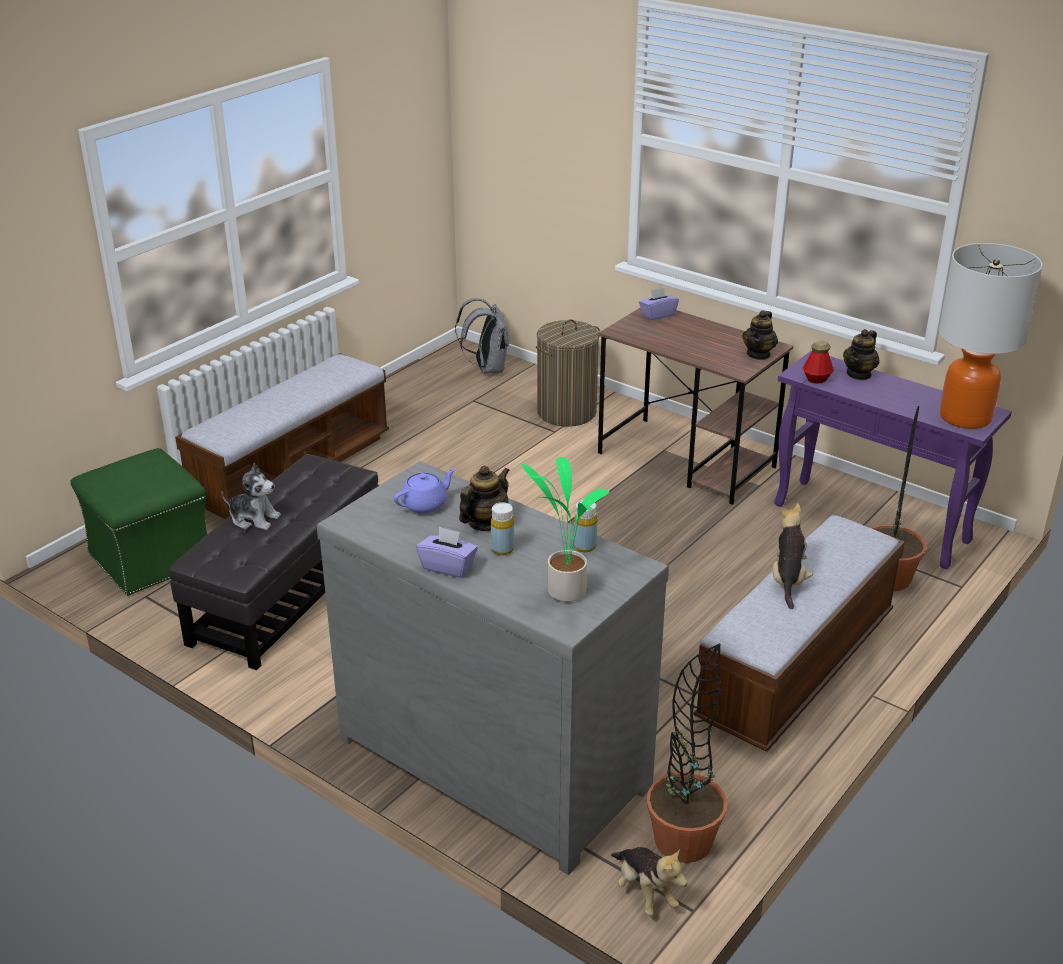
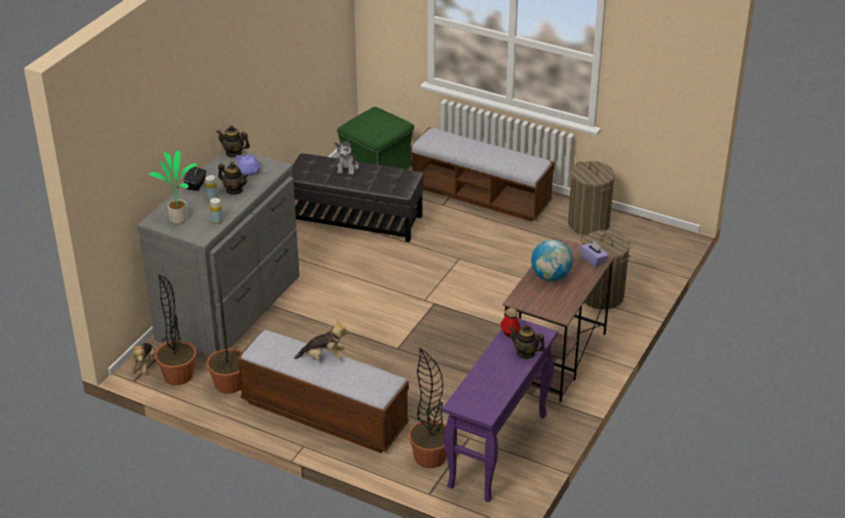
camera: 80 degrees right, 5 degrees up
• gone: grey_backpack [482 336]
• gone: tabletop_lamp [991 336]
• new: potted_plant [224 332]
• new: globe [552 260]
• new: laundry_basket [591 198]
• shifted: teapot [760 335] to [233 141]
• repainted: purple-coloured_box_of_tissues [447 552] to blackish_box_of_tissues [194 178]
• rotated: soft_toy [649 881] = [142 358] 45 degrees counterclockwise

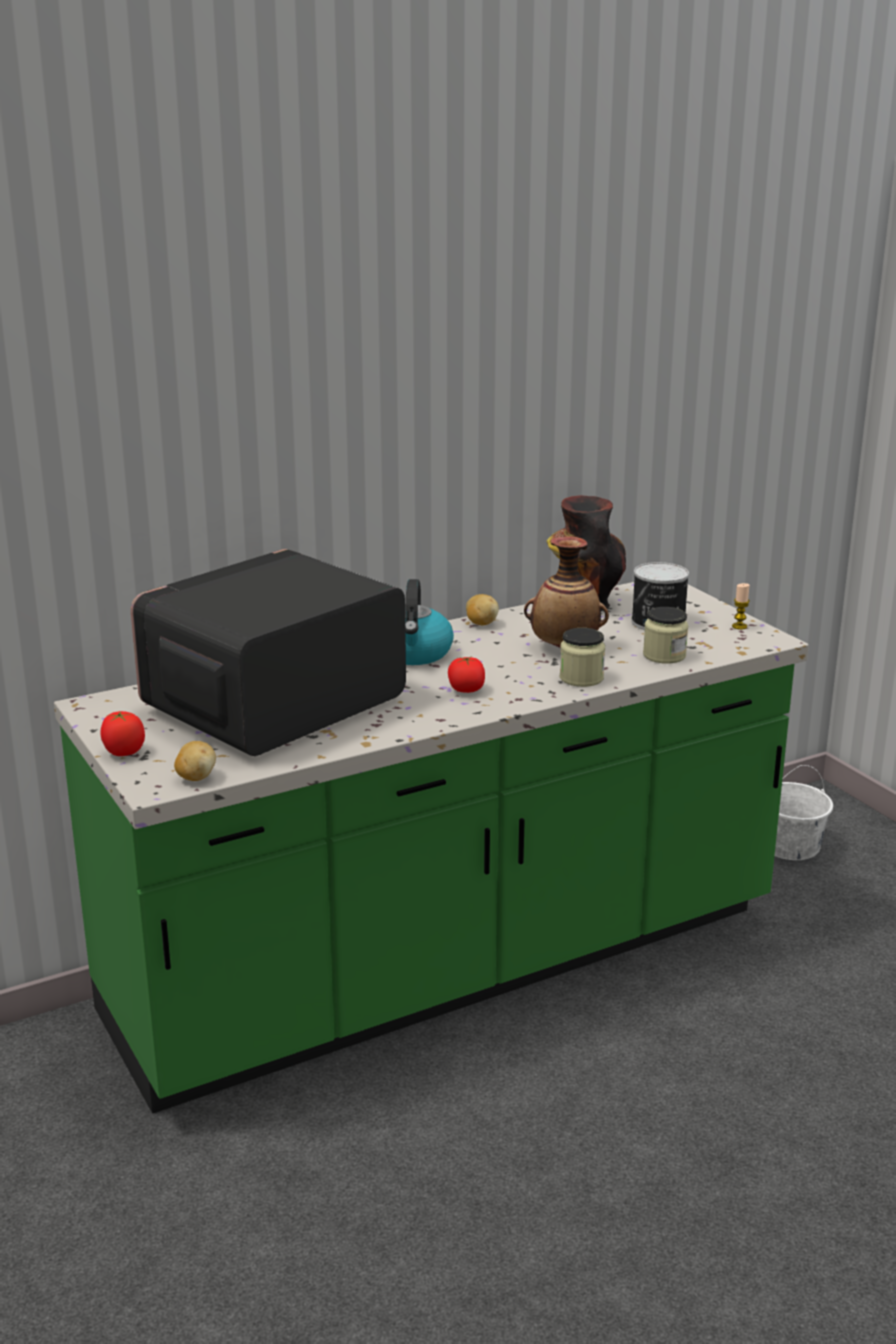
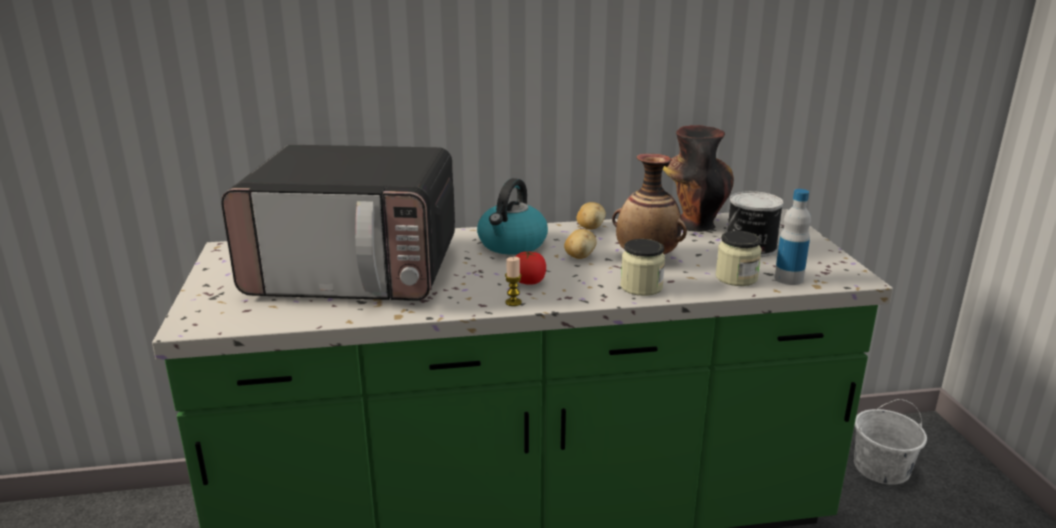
camera: 20 degrees right, 0 degrees up
• gone: fresh_tomato [122 733]
• new: beverage_bottle [792 237]
• shifted: potato [195 761] to [580 244]
• shifted: wax_candle [741 606] to [513 281]
• rotated: microwave [268 652] = [338 223] 150 degrees counterclockwise

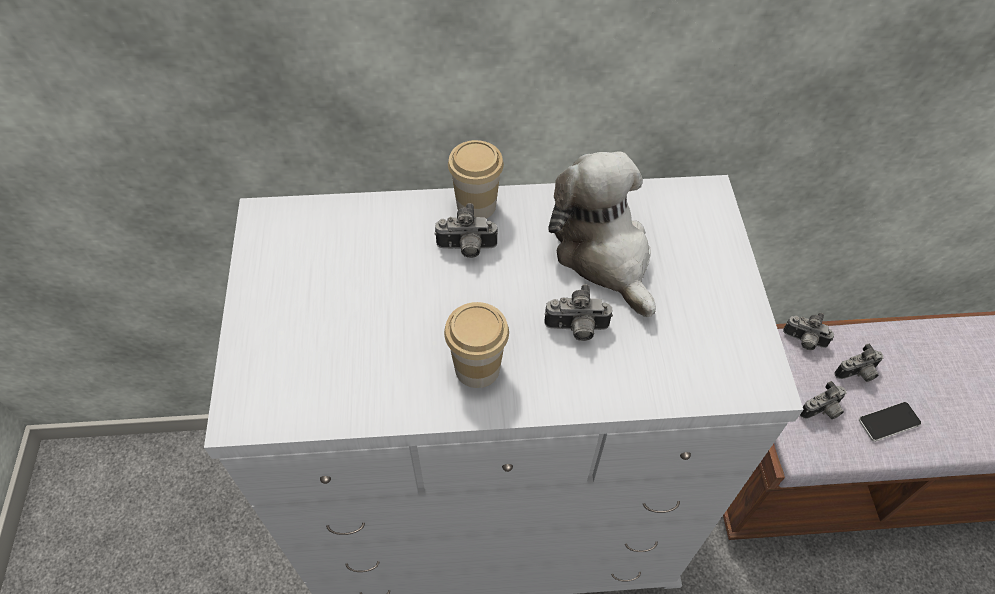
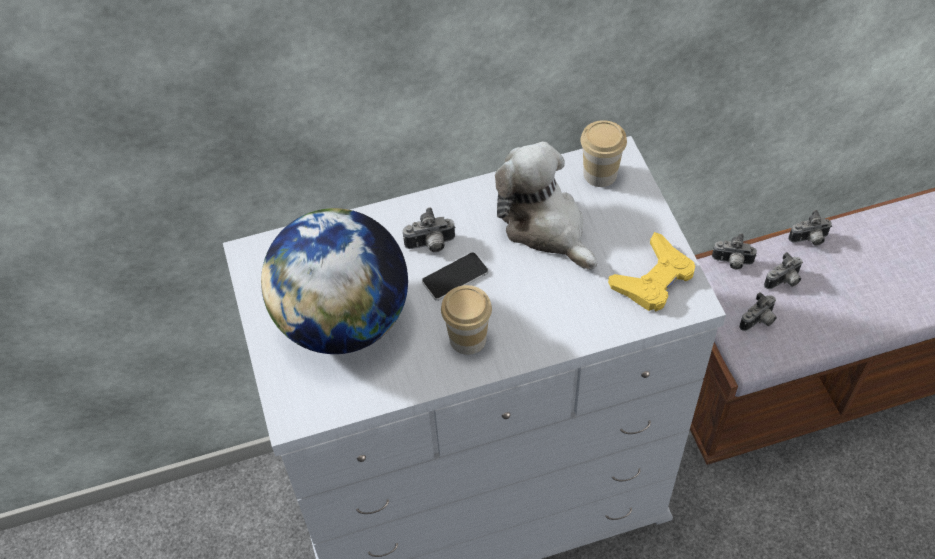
camera: 10 degrees left, 0 degrees up
• new: globe [334 281]
• new: yellow_gamepad [651 271]
• shifted: drinking_cup [476 179] to [603 153]
• shifted: photo_camera [578 312] to [810 228]
• shifted: telephone [890 422] to [455 276]

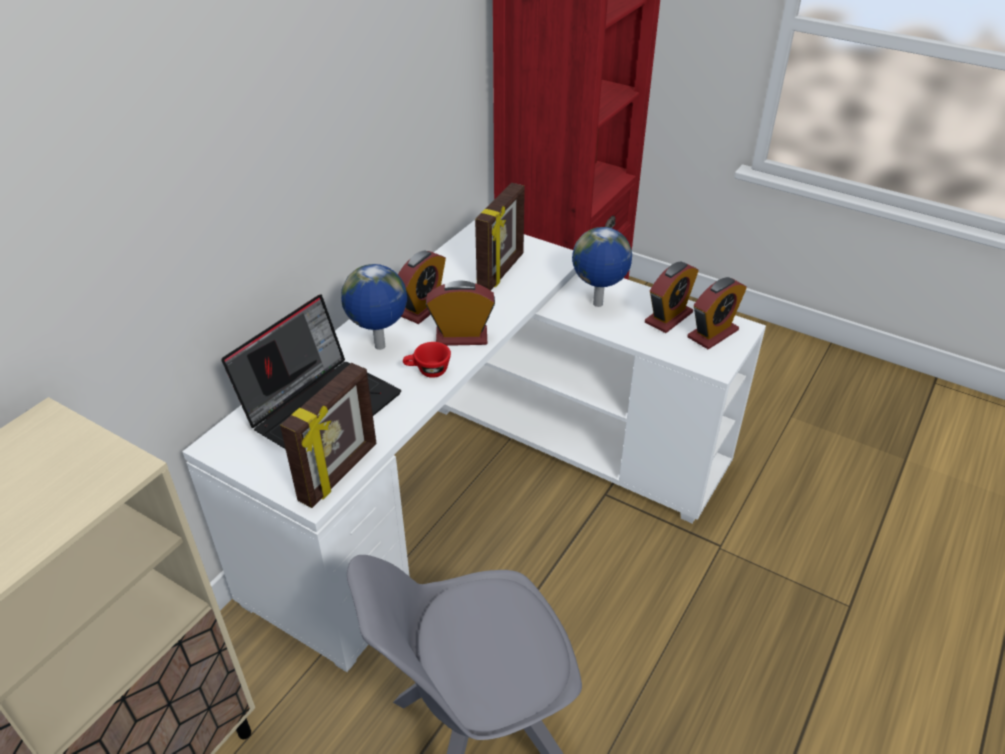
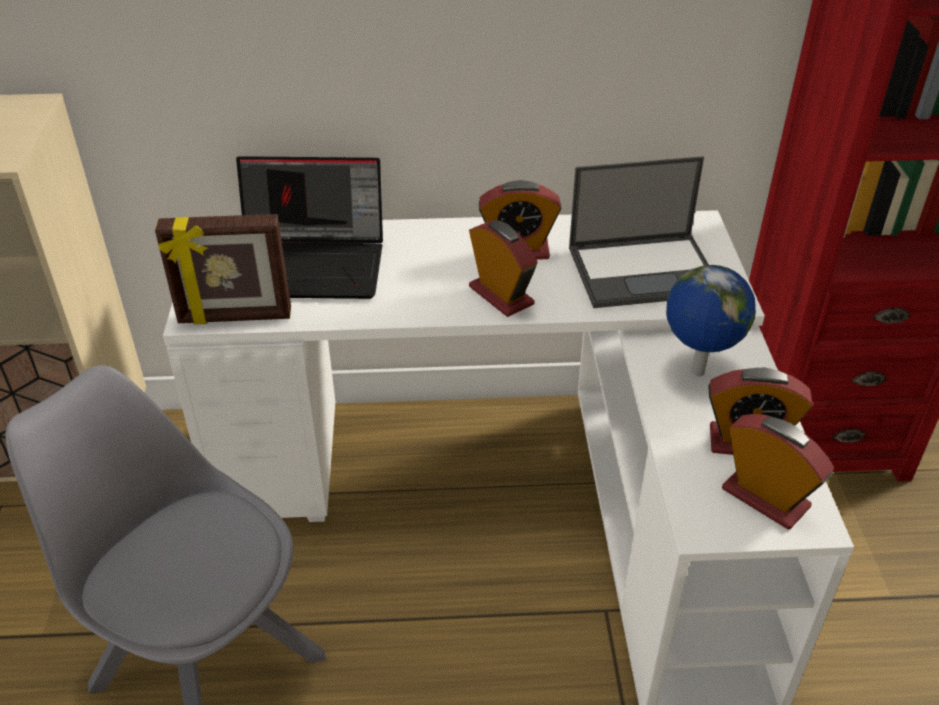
camera: 55 degrees right, 0 degrees up
• gone: globe [374 307]
• gone: red_drinking_cup [427 360]
• swapped: photo_frame [500 237] to notebook_computer [639 232]
• rotated: alarm_clock [717 313] = [778 471] 150 degrees counterclockwise

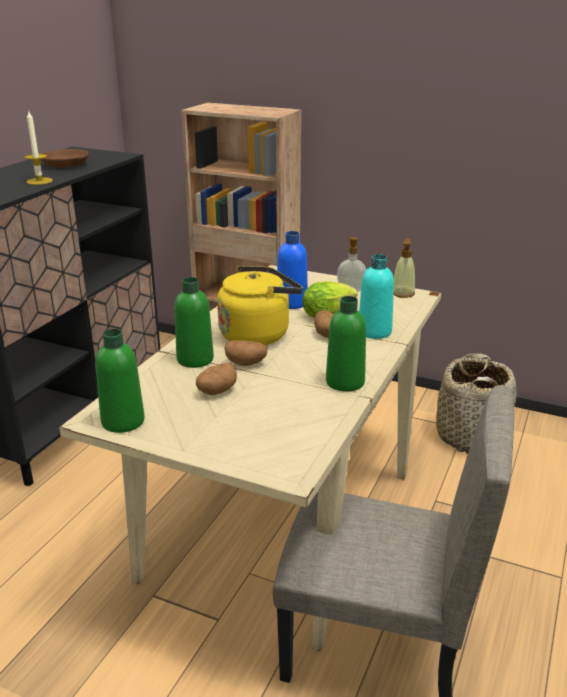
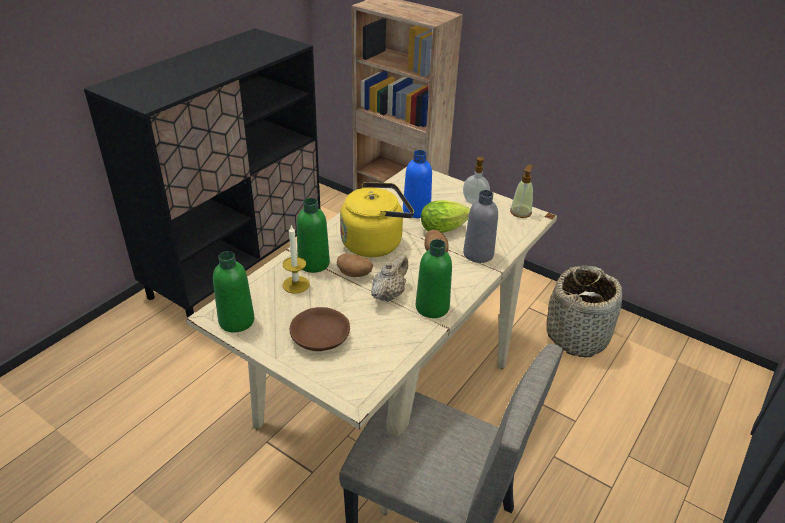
camera: 10 degrees right, 10 degrees up
• gone: potato [216 379]
• new: beige_teapot [389 278]
• shifted: wax_candle [38 147] to [296 259]
• shifted: brown_bowl [65 158] to [320 329]
• repainted: blue-green_beverage_bottle [376 296] to grey_beverage_bottle [480 226]

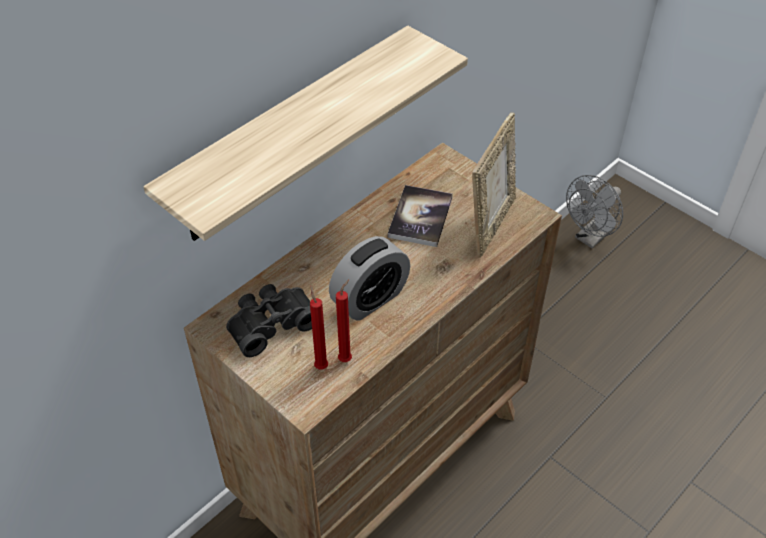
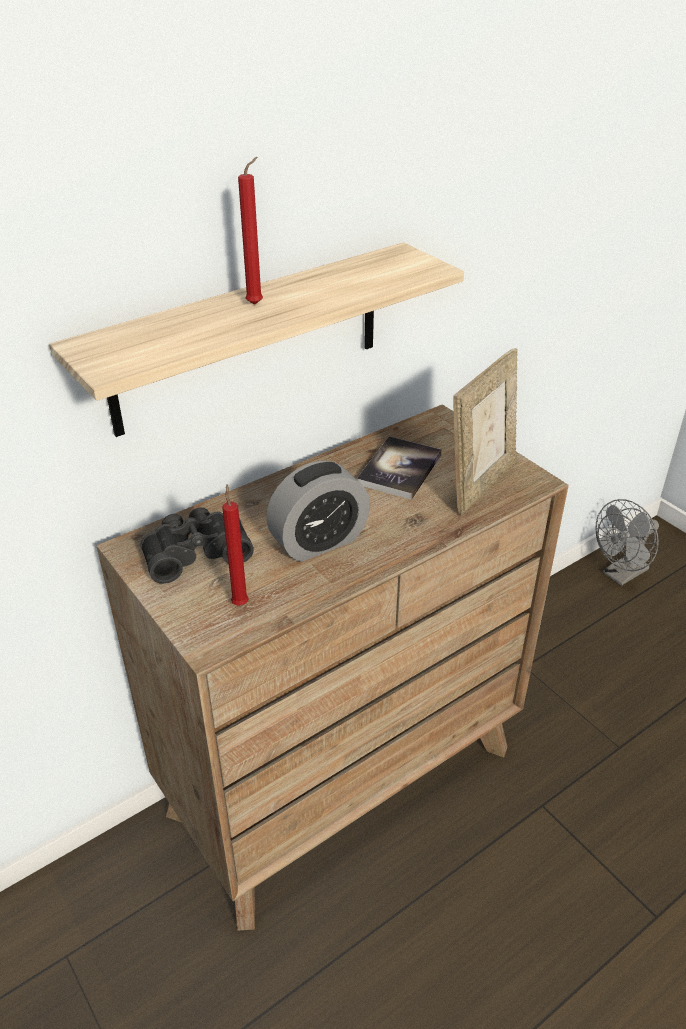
camera: 10 degrees right, 10 degrees down
• shifted: red_wax_candle [344 320] to [250 231]

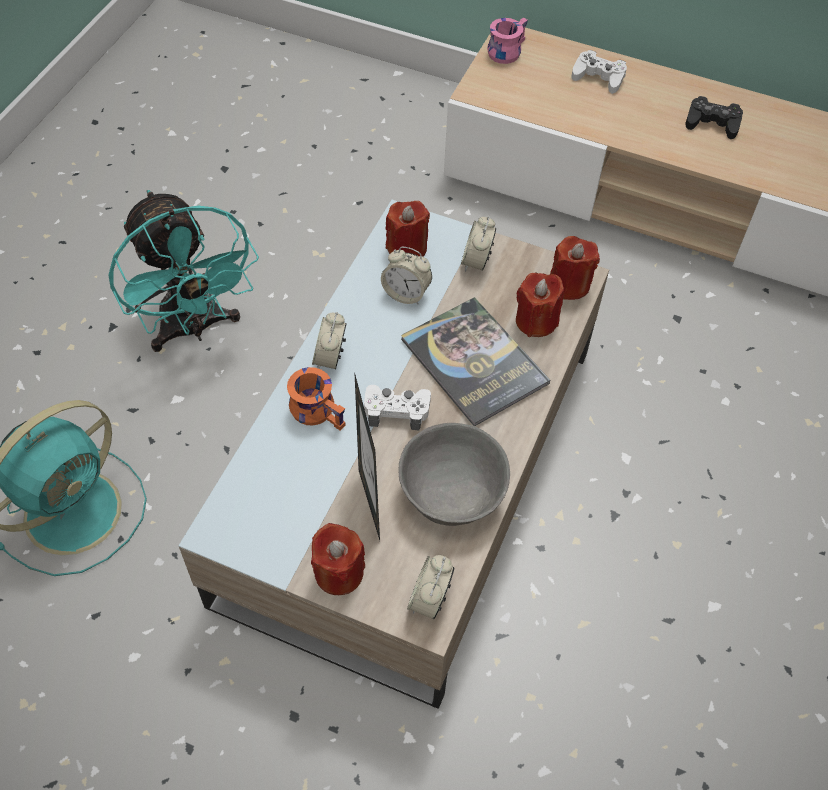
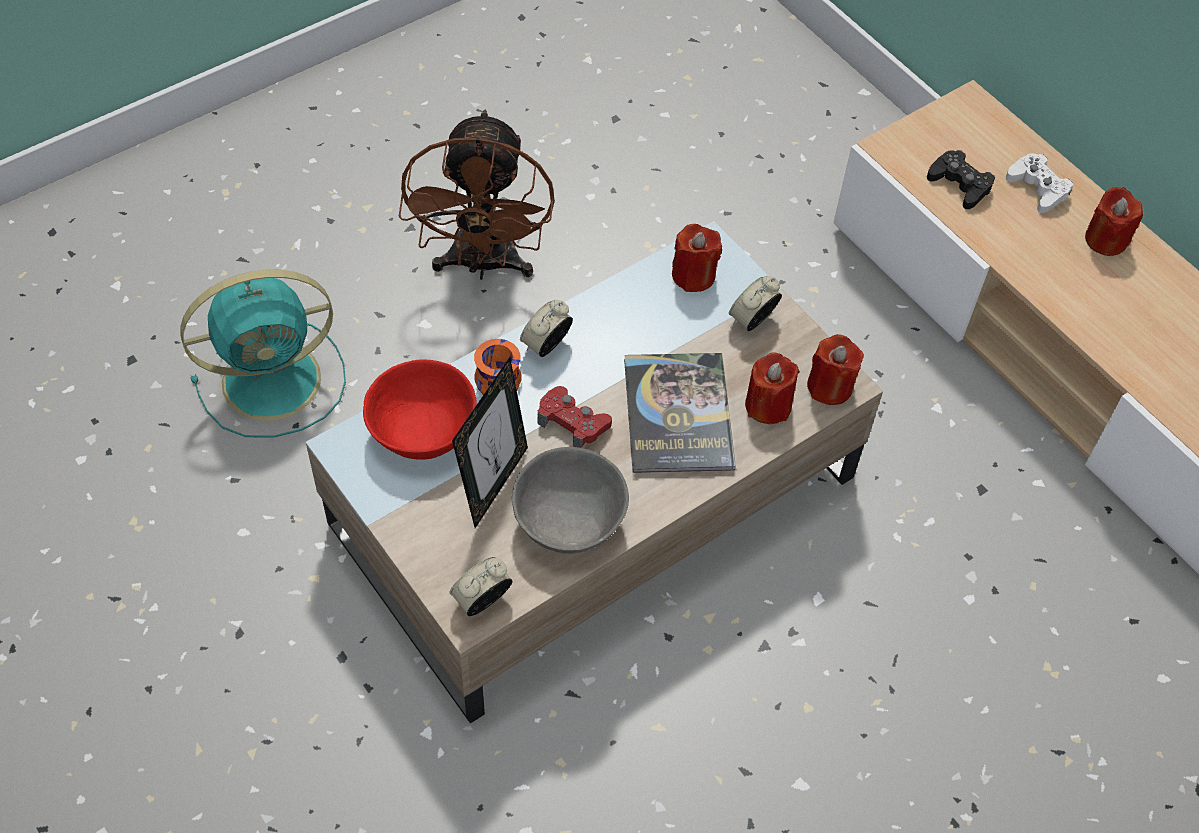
camera: 30 degrees right, 0 degrees up
• gone: alarm_clock [406 276]
• gone: pinkish_mug [507 40]
• new: red_bowl [420 410]
• shifted: red_wax_candle [338 559] to [1114 221]
• shifted: blackish_gamepad [714 117] to [961 179]
• repainted: blue-green_electric_fan [183 271] to brown_electric_fan [476 195]
• repainted: white-coloured_gamepad [397 407] to red_gamepad [574 417]

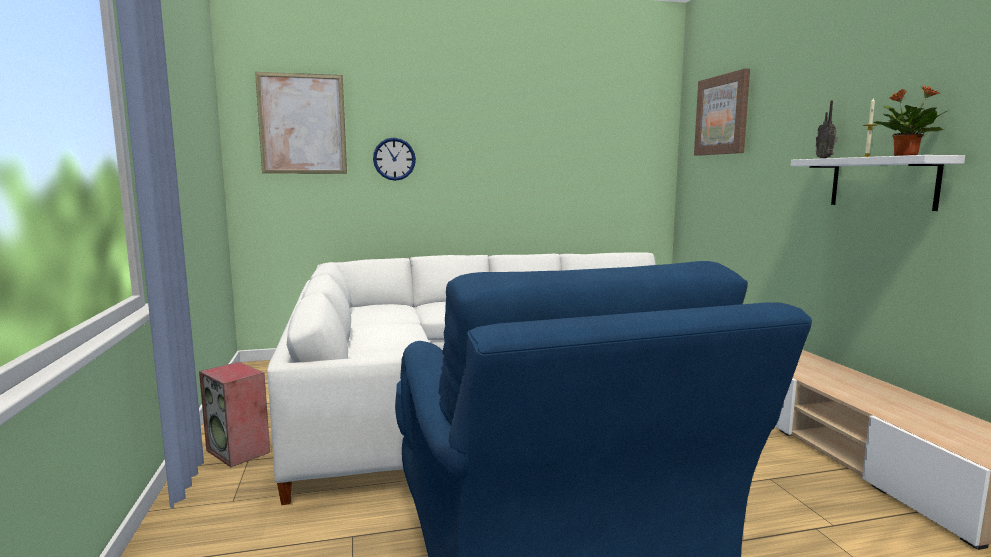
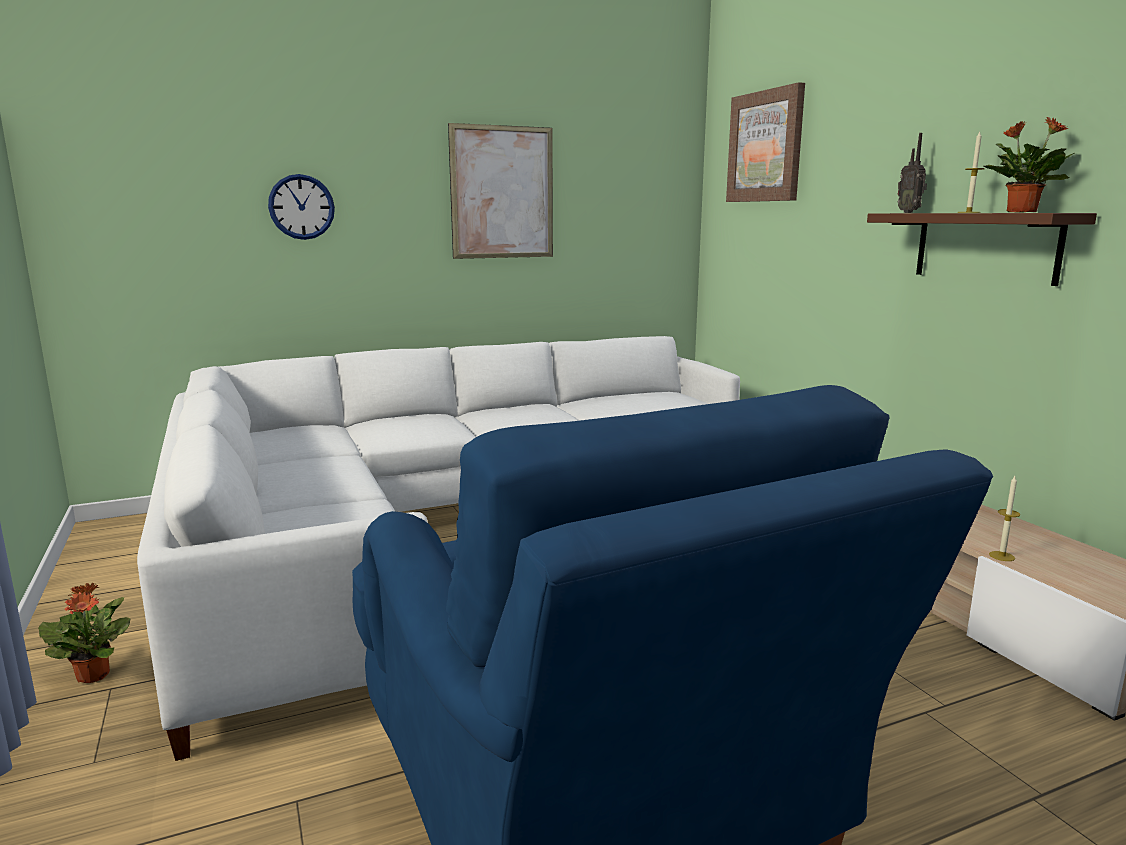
camera: 10 degrees left, 5 degrees up
• new: wax_candle [1004 518]
• shifted: wall_picture [301 123] to [500 191]
• swapped: audio_speaker [234 414] to potted_plant [84 633]
• repainted: white-coloured_wall_shelf [878 183] to brown_wall_shelf [982 249]

